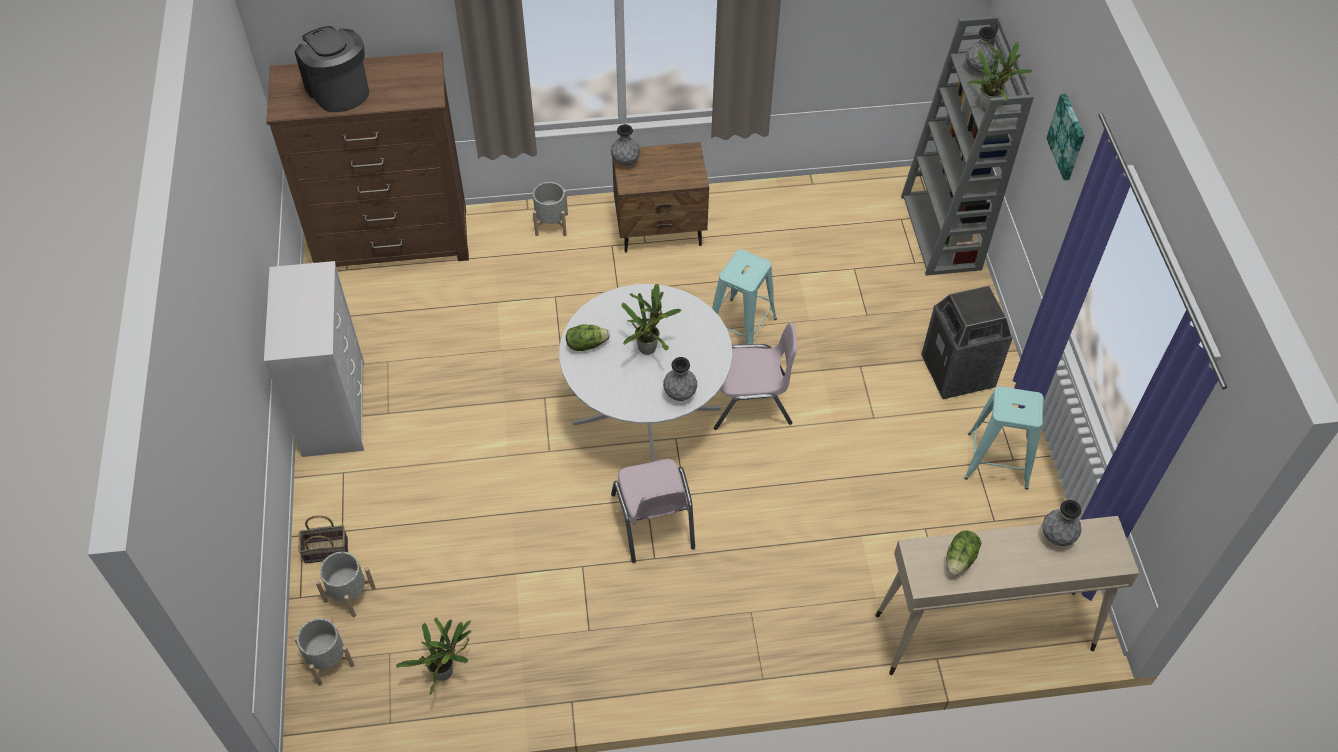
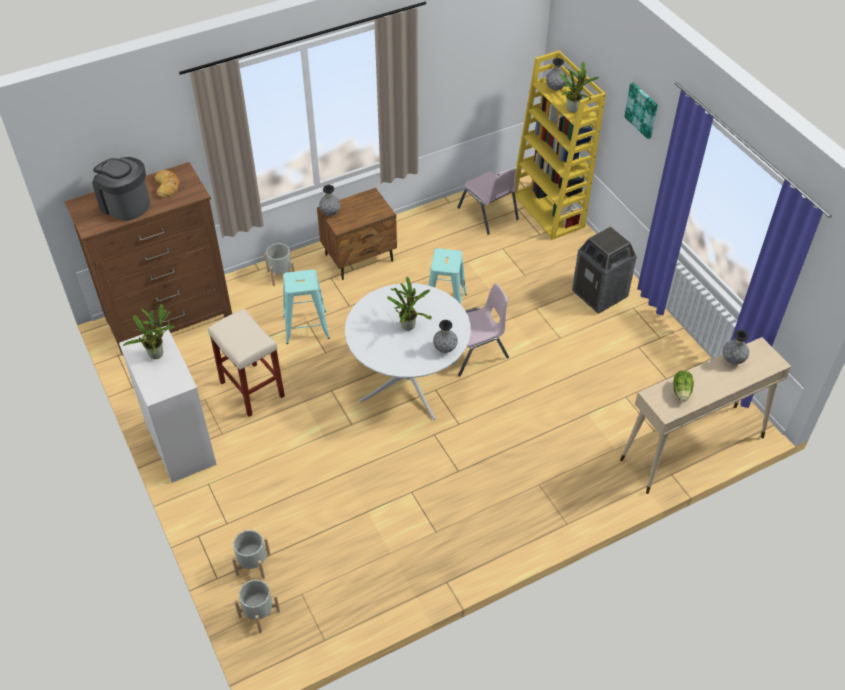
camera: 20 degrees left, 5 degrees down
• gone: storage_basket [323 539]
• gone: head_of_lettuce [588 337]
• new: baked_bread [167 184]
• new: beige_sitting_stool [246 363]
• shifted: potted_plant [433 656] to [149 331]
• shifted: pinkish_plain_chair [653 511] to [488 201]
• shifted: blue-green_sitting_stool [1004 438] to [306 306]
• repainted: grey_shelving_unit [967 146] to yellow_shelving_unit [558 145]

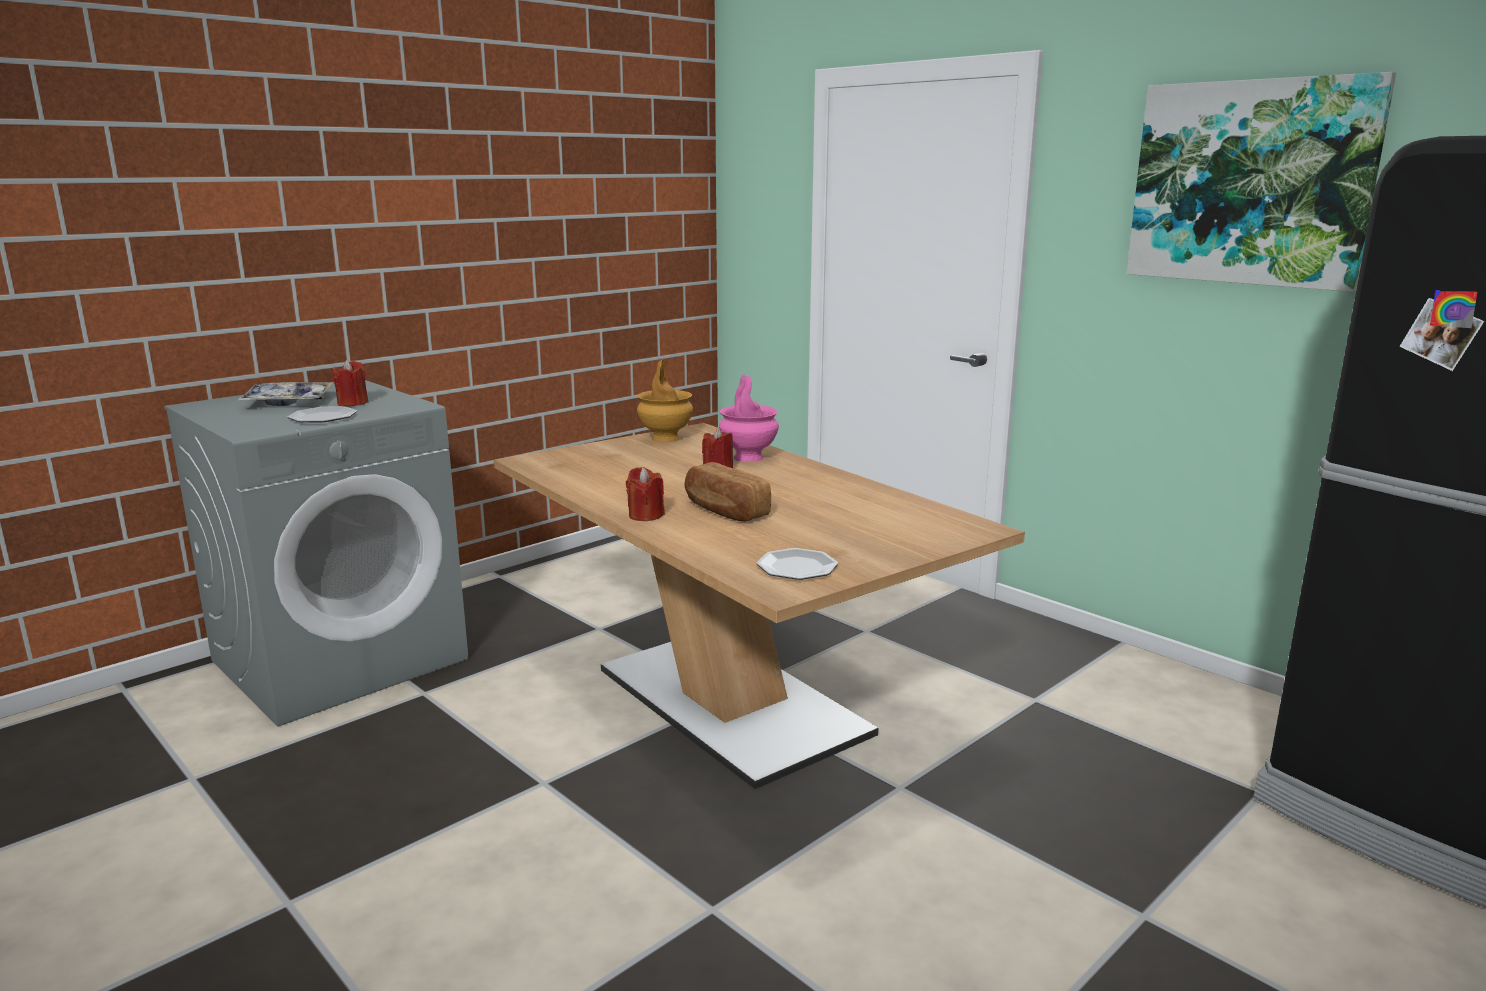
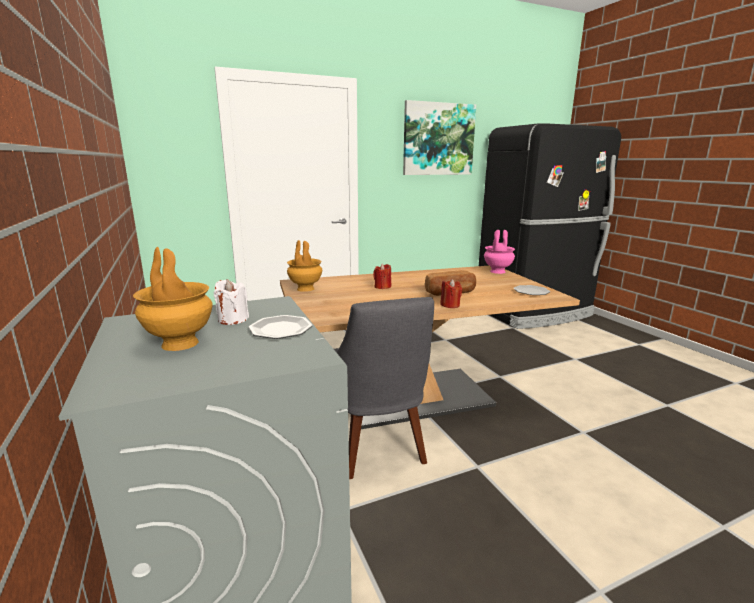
camera: 70 degrees left, 0 degrees up
• new: grey_plain_chair [384 388]
• shifted: pinkish_decorative_vase [749 417] to [499 252]
• swapped: serving_tray [285 394] to brown_decorative_vase [173 299]
• repainted: red_wax_candle [350 383] to white-coloured_wax_candle [231 302]

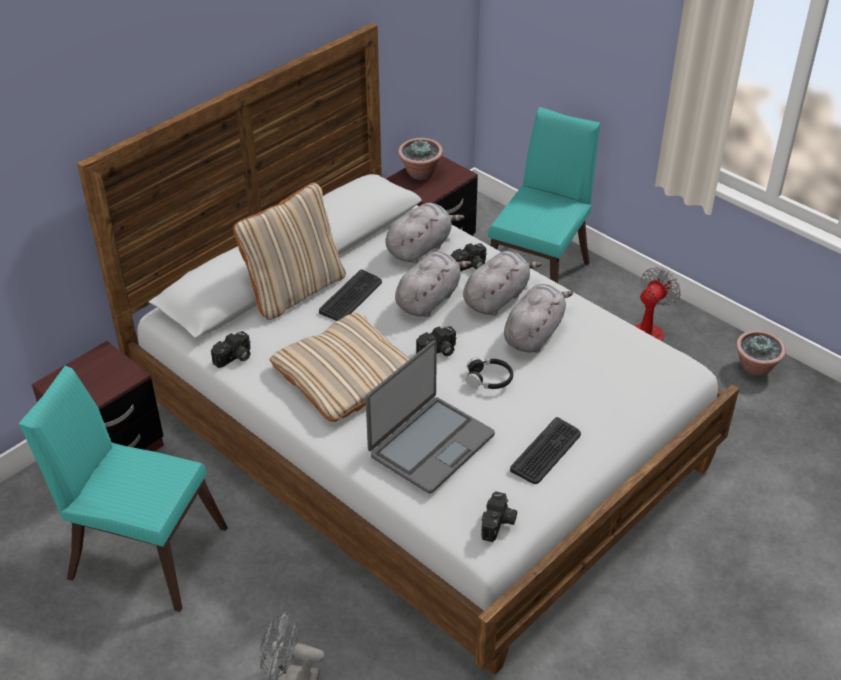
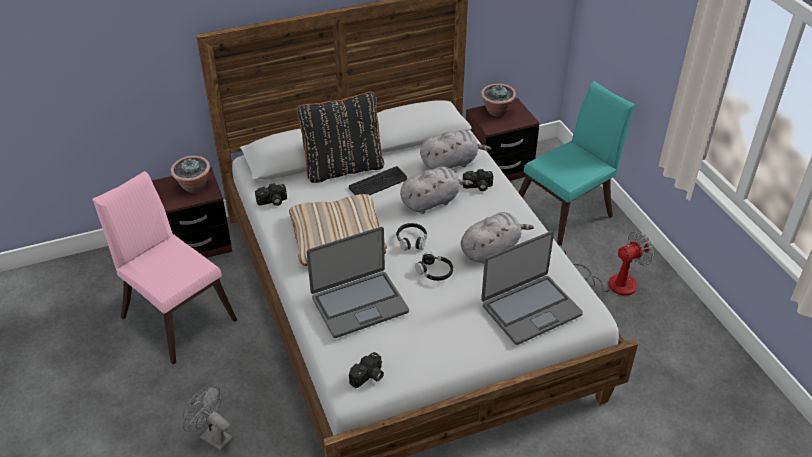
camera: 25 degrees right, 0 degrees up
• gone: grey_soft_toy [502 283]
• gone: computer_keyboard [545 450]
• new: notebook_computer [532 288]
• shifted: potted_plant [761 353] to [190 174]
• swapped: photo_camera [436 341] to blackish_headset [411 237]
• repainted: blue-green_plain_chair [123 489] to pinkish_plain_chair [164 268]
• repainted: beige_throw_pillow [289 251] to blackish_throw_pillow [340 137]

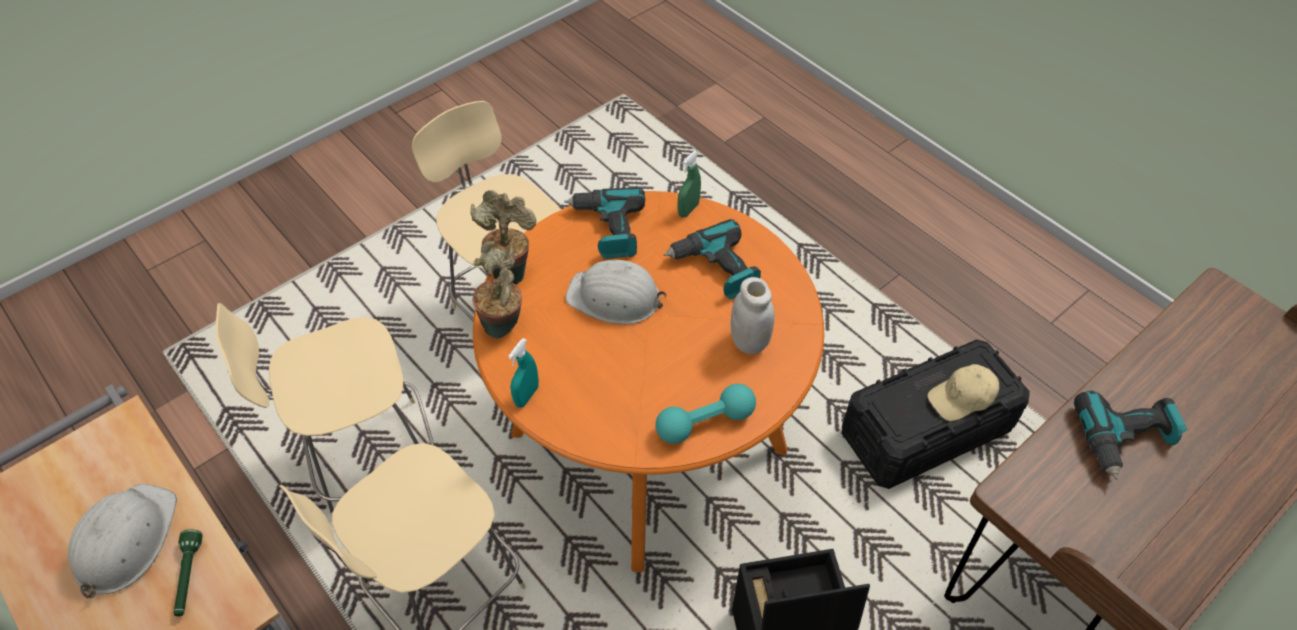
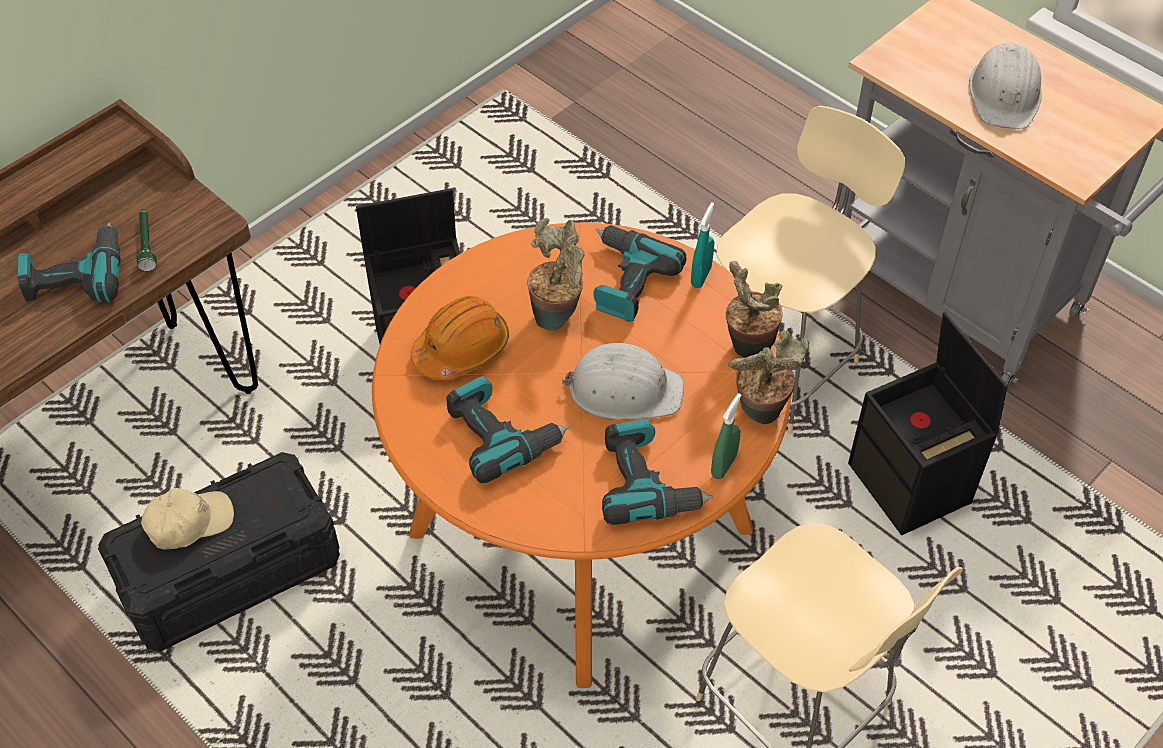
camera: 175 degrees right, 0 degrees up
• gone: blue-green_hand_weight [705 414]
• new: potted_plant [555 274]
• new: drill [639 273]
• shifted: green-coloured_torch [188 572] to [147 240]
• shifted: green-coloured_spray_bottle [689 184] to [726 436]
• swapped: beige_plain_chair [325 409] to blackish_storage_bin [928 423]
• swapped: white-coloured_jar [753 315] to orange-coloured_safety_helmet [460 338]

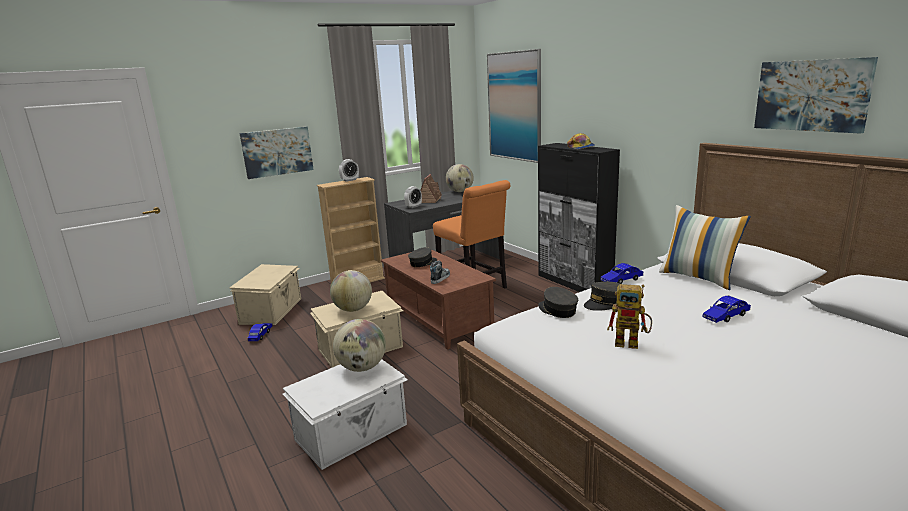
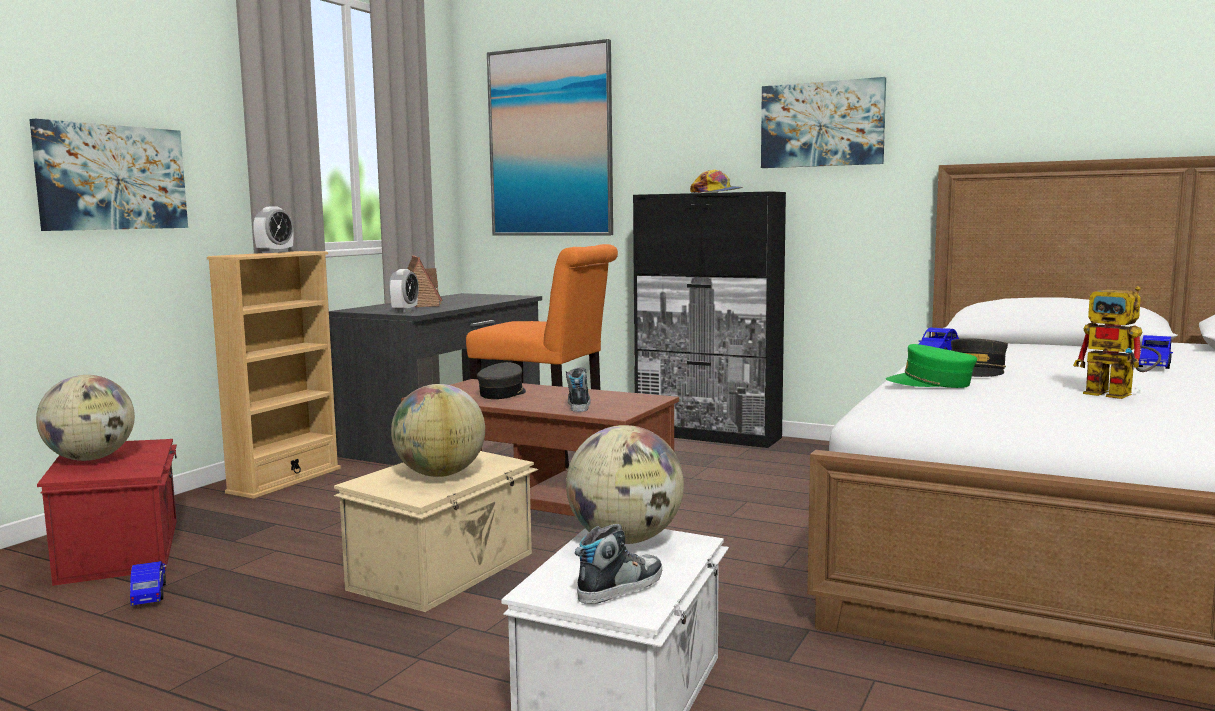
camera: 30 degrees left, 10 degrees down
• gone: throw_pillow [705 247]
• new: item_of_footwear [618 564]
• shifted: globe [460 178] to [85 418]
• shifted: wall_picture [816 95] to [823 122]
• repainted: beige_storage_bin [265 294] to red_storage_bin [107 512]
• repainted: grey_peaked_cap [558 302] to green-coloured_peaked_cap [931 366]
• rotated: toy_robot [629 316] = [1117 342] 60 degrees clockwise

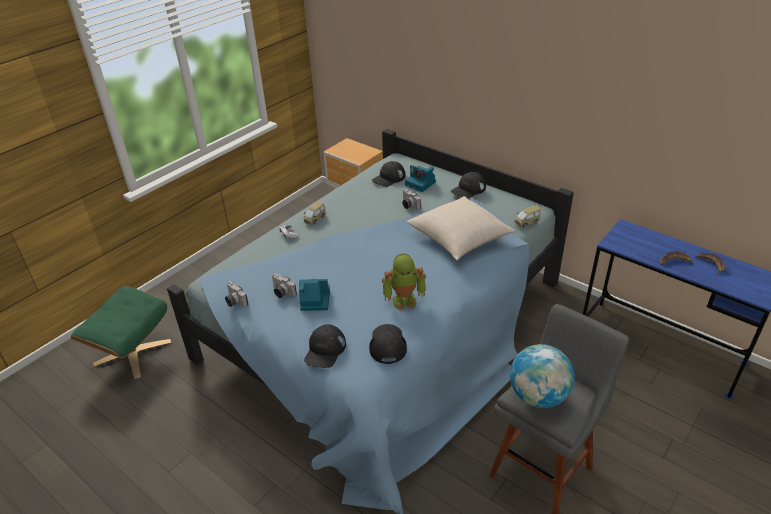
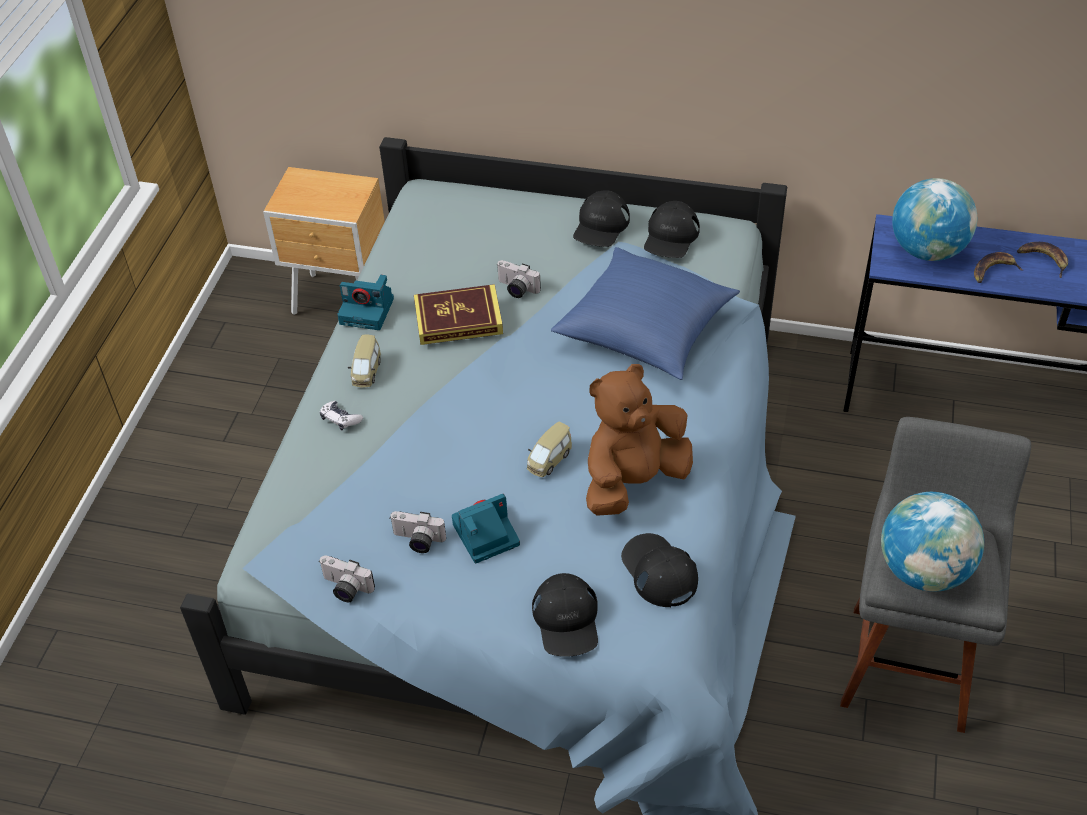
camera: 25 degrees left, 10 degrees up
• gone: green-coloured_pouffe [121 333]
• new: bound_book [458 314]
• new: globe [934 219]
• shifted: blackish_peaked_cap [389 174] to [672 229]
• shifted: photo_camera [420 178] to [365 302]
• shifted: model_car [527 216] to [549 449]
• swapped: toy_robot [404 282] to brown_soft_toy [639 439]
• repainted: beige_throw_pillow [461 228] to bluish_throw_pillow [645 313]

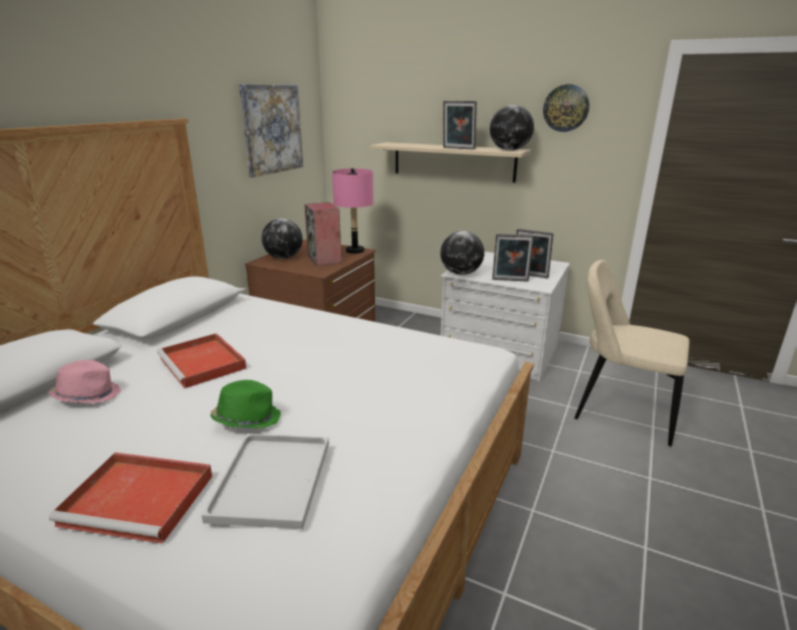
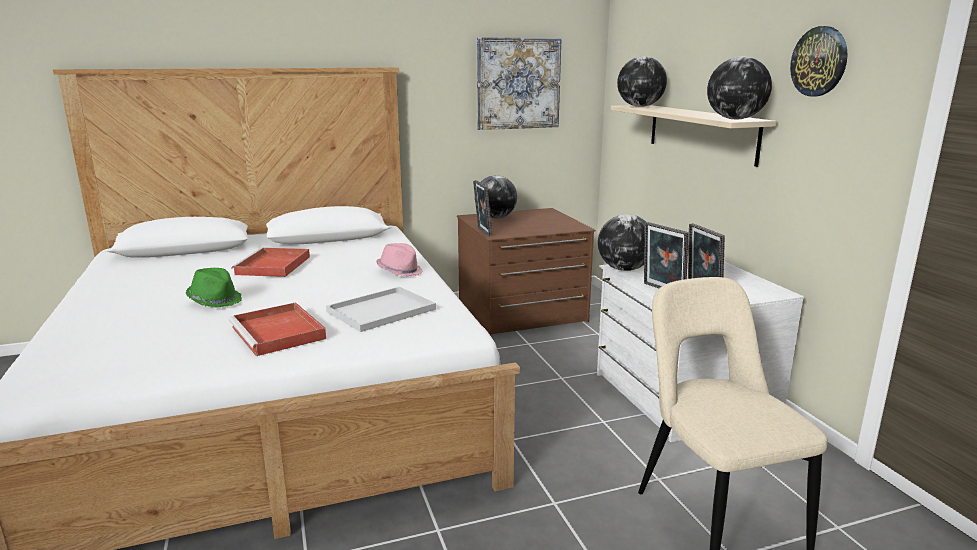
camera: 45 degrees right, 5 degrees down
• gone: audio_speaker [323 234]
• gone: pinkish_tabletop_lamp [353 211]
• new: globe [642 81]
• shifted: pinkish_hat [85 381] to [399 260]
• shifted: red_serving_tray [130 498] to [277 329]
• shifted: white-coloured_serving_tray [265 481] to [381 309]
• shifted: photo_frame [460 125] to [482 208]

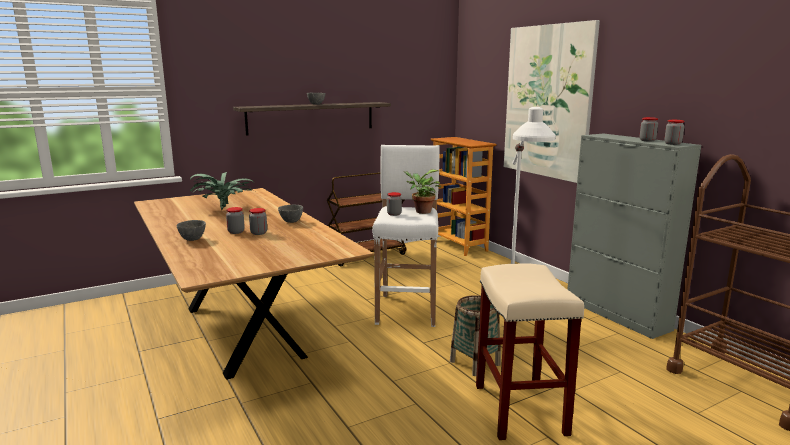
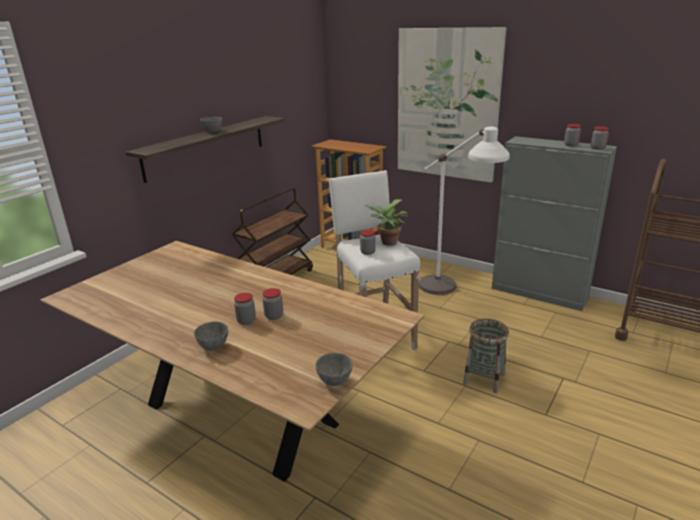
camera: 25 degrees left, 10 degrees up
• gone: potted_plant [222 191]
• gone: beige_sitting_stool [530 351]
• shifted: grey_bowl [290 214] to [334 369]

